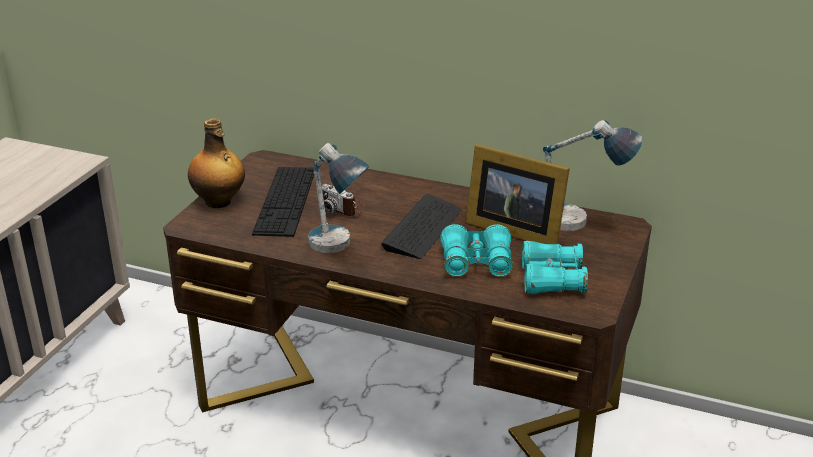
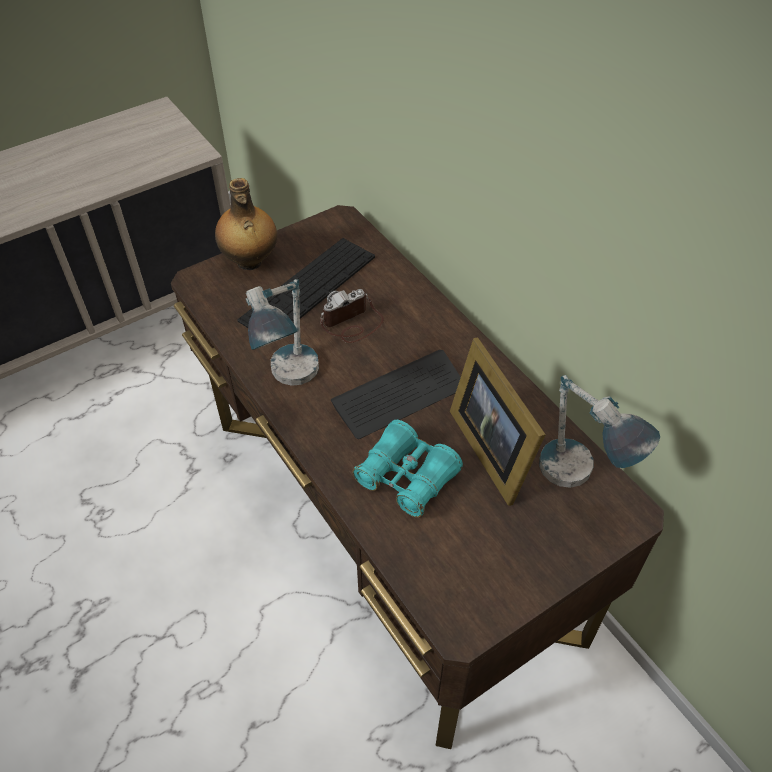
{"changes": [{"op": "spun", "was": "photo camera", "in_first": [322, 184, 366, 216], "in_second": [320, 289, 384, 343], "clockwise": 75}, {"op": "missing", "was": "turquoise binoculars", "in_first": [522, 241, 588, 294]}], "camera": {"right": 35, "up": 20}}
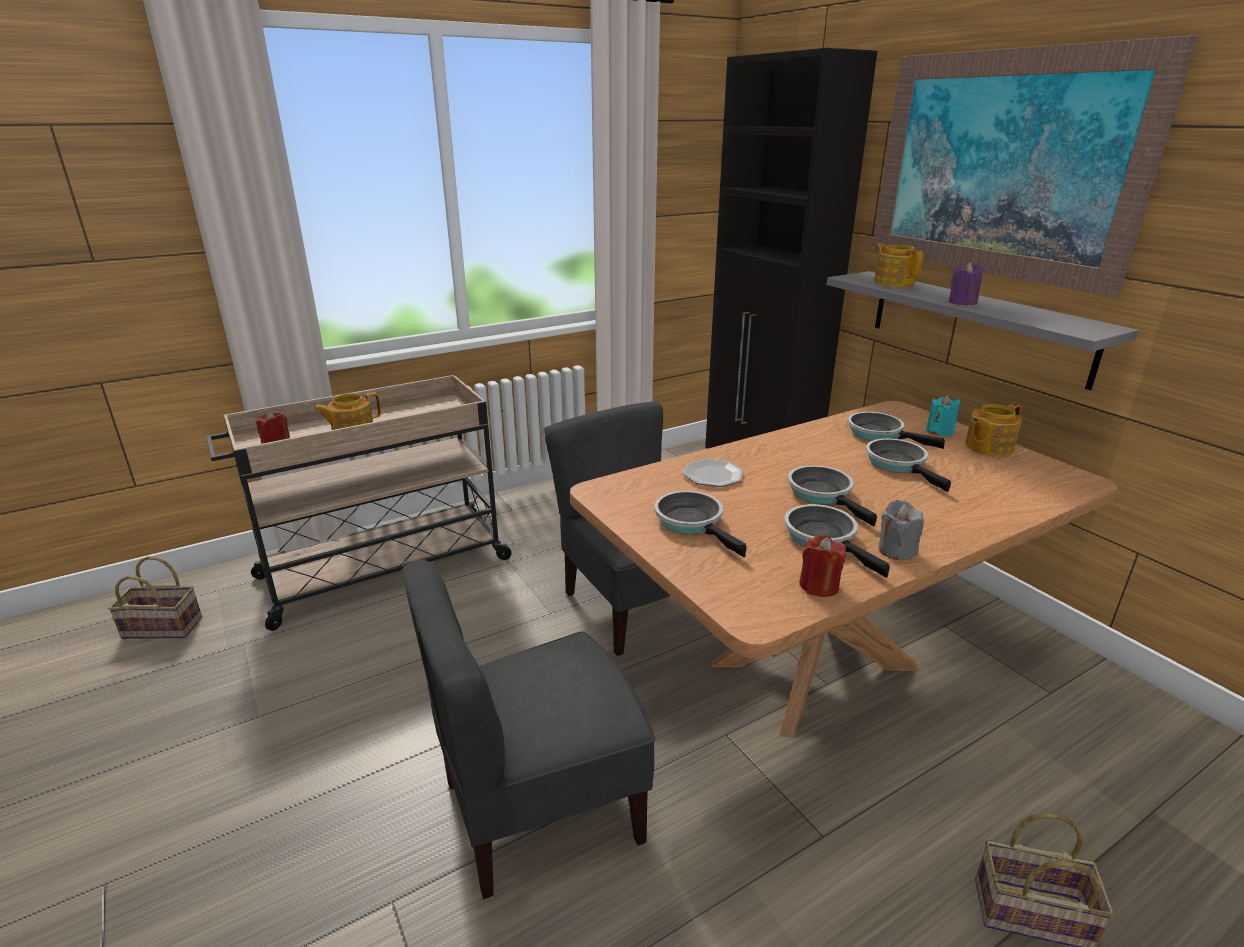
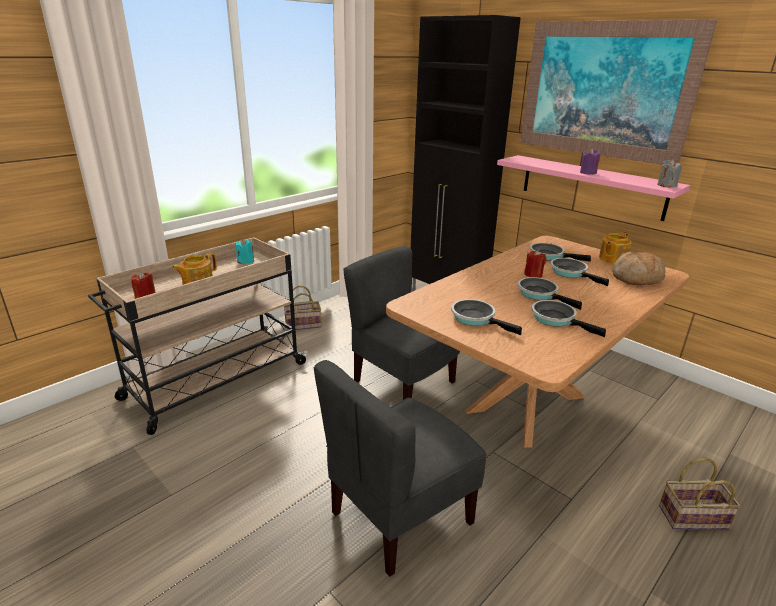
{"changes": [{"op": "missing", "was": "teapot", "in_first": [874, 243, 923, 287]}, {"op": "colour", "was": "grey shelf", "now": "pink shelf", "in_first": [827, 271, 1139, 390], "in_second": [497, 155, 690, 221]}, {"op": "relocated", "was": "turquoise candle", "in_first": [926, 395, 961, 436], "in_second": [235, 238, 254, 264]}, {"op": "missing", "was": "plate", "in_first": [683, 459, 744, 487]}, {"op": "relocated", "was": "grey candle", "in_first": [878, 500, 924, 560], "in_second": [657, 159, 682, 188]}, {"op": "relocated", "was": "red candle", "in_first": [799, 535, 846, 597], "in_second": [524, 250, 546, 278]}, {"op": "relocated", "was": "basket", "in_first": [108, 556, 202, 639], "in_second": [284, 286, 321, 331]}, {"op": "appeared", "now": "bread", "in_second": [612, 252, 666, 285]}], "camera": {"right": -15, "up": 0}}
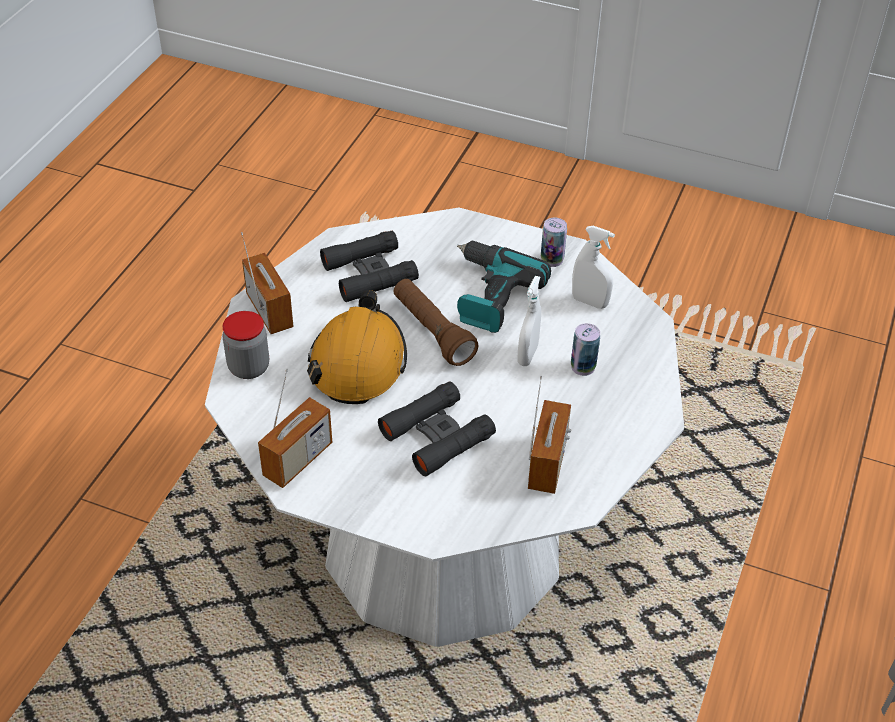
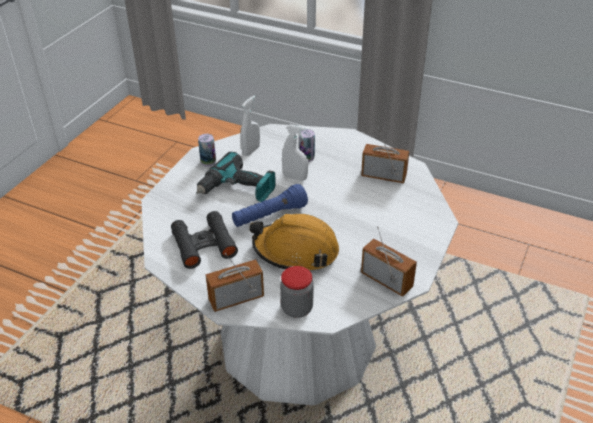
{"changes": [{"op": "colour", "was": "brown flashlight", "now": "blue flashlight", "in_first": [393, 279, 479, 366], "in_second": [232, 184, 308, 227]}, {"op": "missing", "was": "black binoculars", "in_first": [378, 382, 496, 476]}], "camera": {"right": -85, "up": -5}}
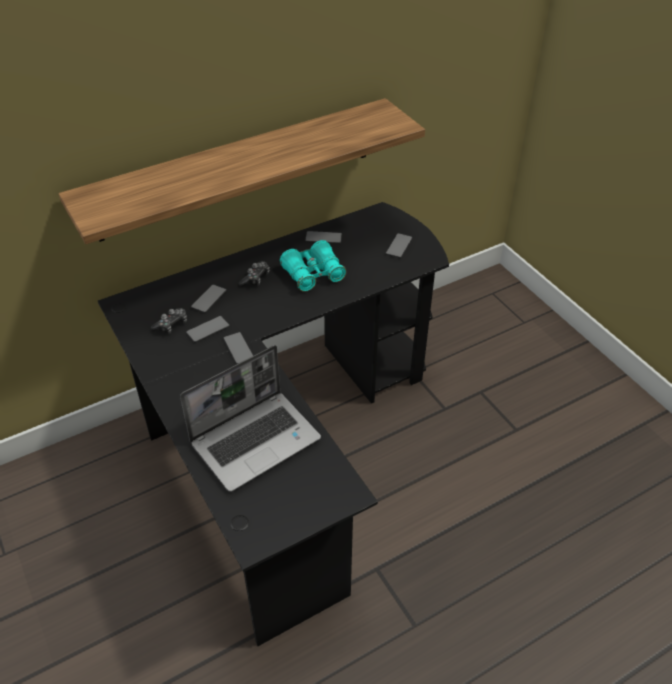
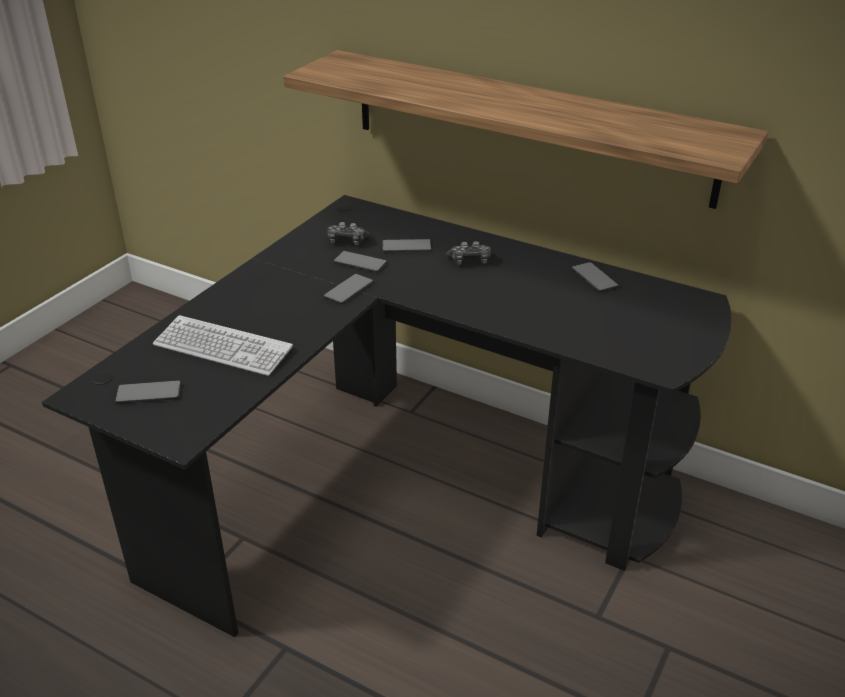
{"changes": [{"op": "relocated", "was": "phone", "in_first": [385, 233, 412, 258], "in_second": [115, 380, 181, 403]}, {"op": "missing", "was": "turquoise binoculars", "in_first": [280, 240, 347, 292]}, {"op": "exchanged", "was": "laptop", "now": "keyboard", "in_first": [180, 345, 321, 492], "in_second": [153, 315, 293, 376]}], "camera": {"right": 60, "up": -10}}
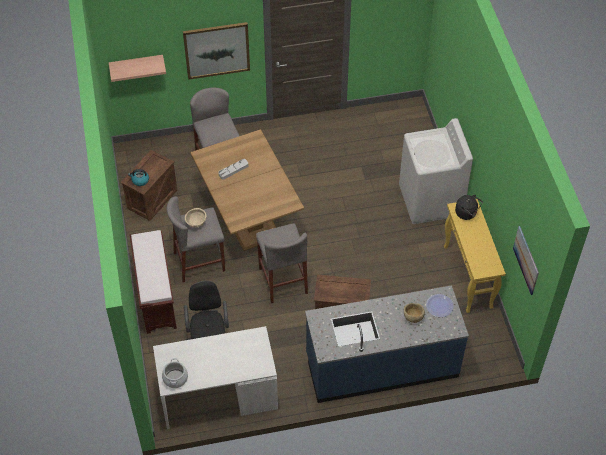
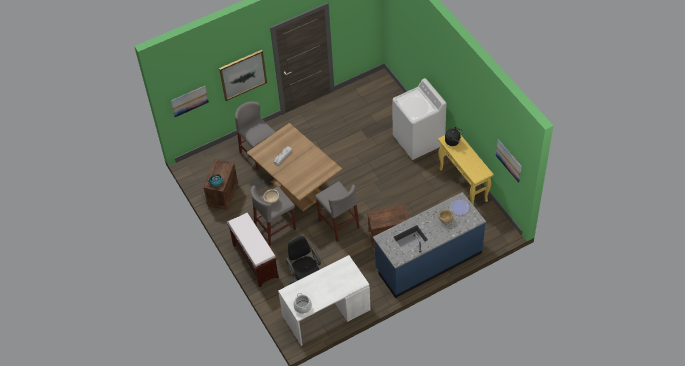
{"changes": [{"op": "exchanged", "was": "shelf", "now": "picture", "in_first": [109, 55, 166, 82], "in_second": [171, 86, 209, 117]}], "camera": {"right": -15, "up": 0}}
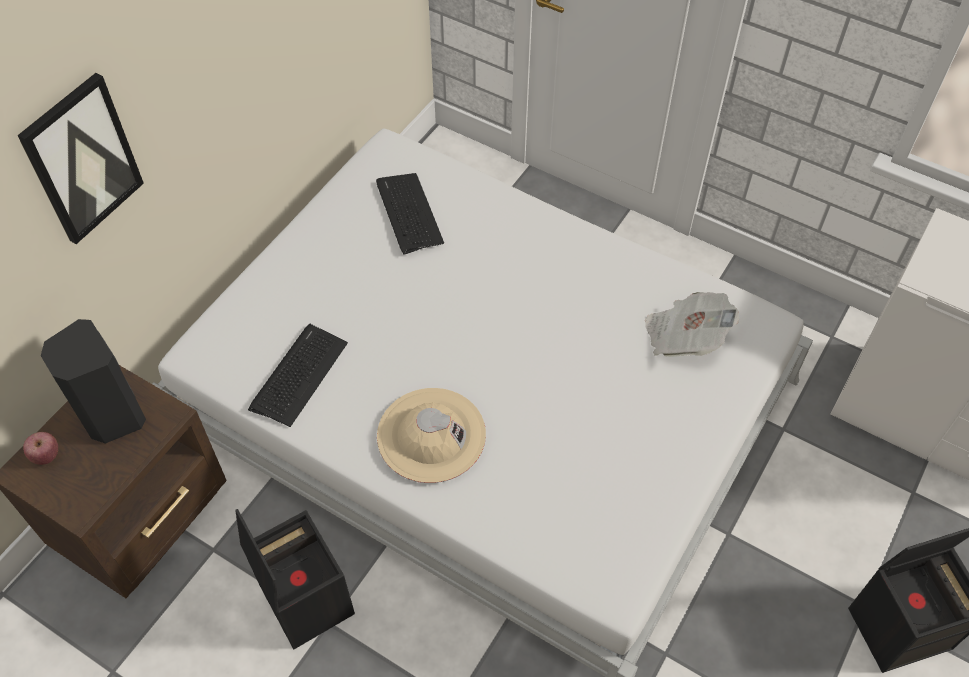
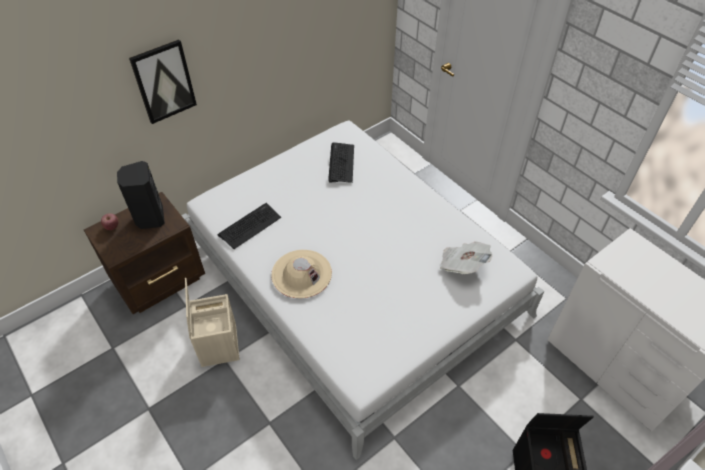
{"changes": [{"op": "colour", "was": "black storage box", "now": "beige storage box", "in_first": [235, 509, 355, 649], "in_second": [185, 278, 240, 367]}], "camera": {"right": 20, "up": -5}}
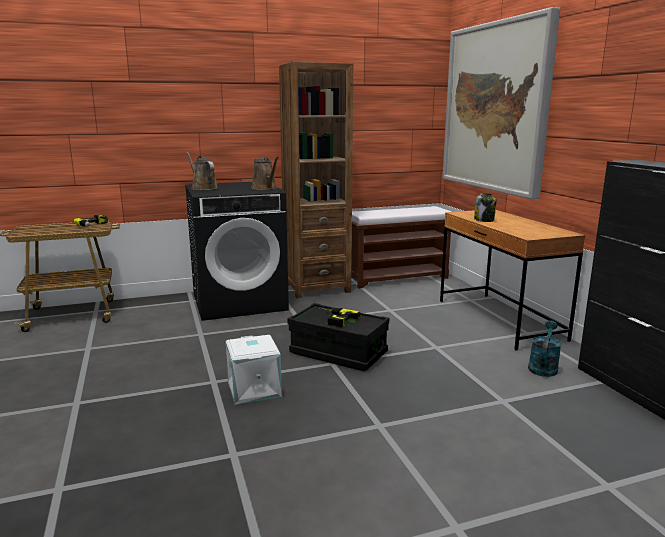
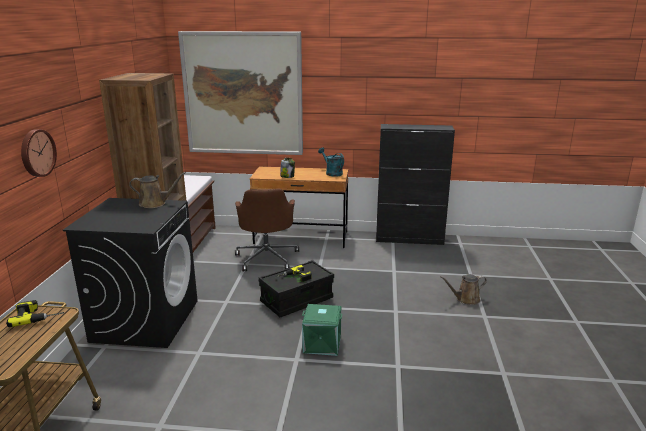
{"changes": [{"op": "relocated", "was": "brown watering can", "in_first": [186, 152, 218, 190], "in_second": [440, 274, 487, 305]}, {"op": "relocated", "was": "turquoise watering can", "in_first": [528, 320, 562, 377], "in_second": [318, 147, 344, 177]}, {"op": "colour", "was": "white storage box", "now": "green storage box", "in_first": [226, 335, 282, 405], "in_second": [302, 304, 342, 356]}, {"op": "appeared", "now": "wall clock", "in_second": [21, 129, 57, 177]}, {"op": "appeared", "now": "brown office chair", "in_second": [235, 189, 299, 272]}], "camera": {"right": -65, "up": 5}}
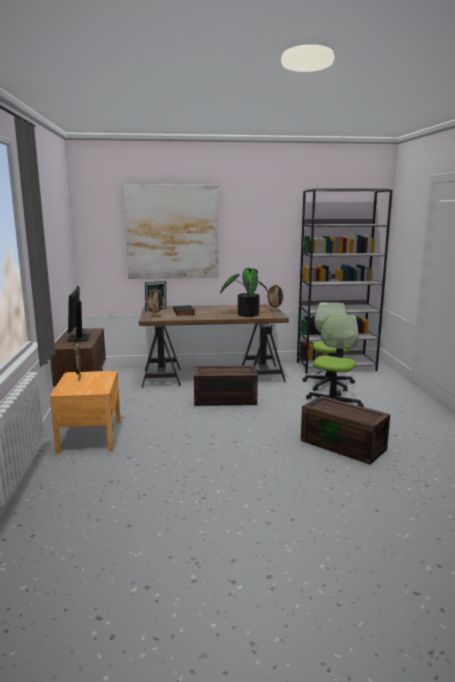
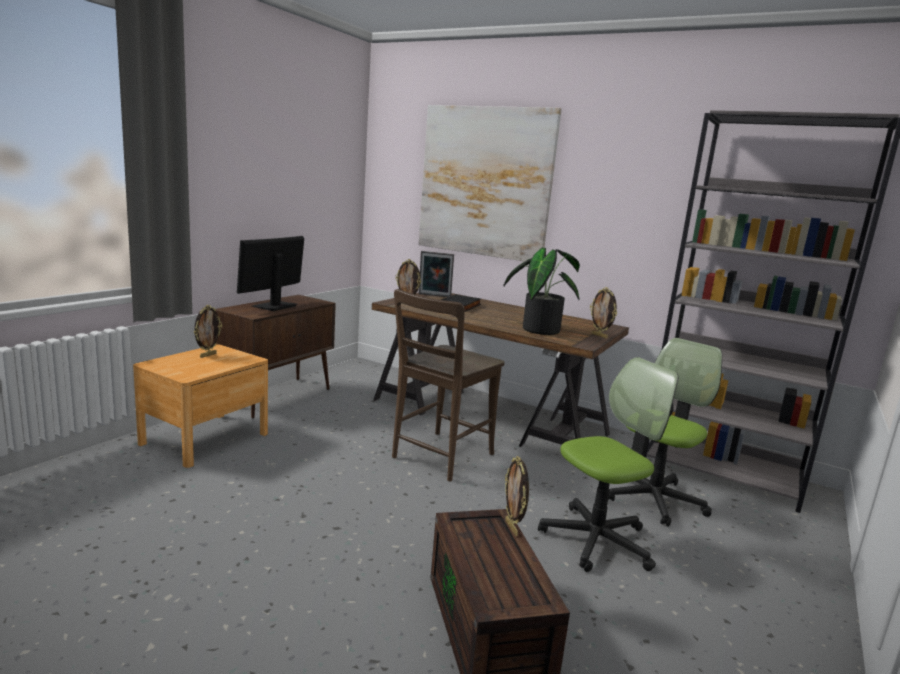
{"changes": [{"op": "exchanged", "was": "brown storage box", "now": "brown chair", "in_first": [194, 366, 258, 406], "in_second": [392, 289, 505, 481]}, {"op": "appeared", "now": "picture frame", "in_second": [505, 456, 529, 536]}], "camera": {"right": 35, "up": 0}}
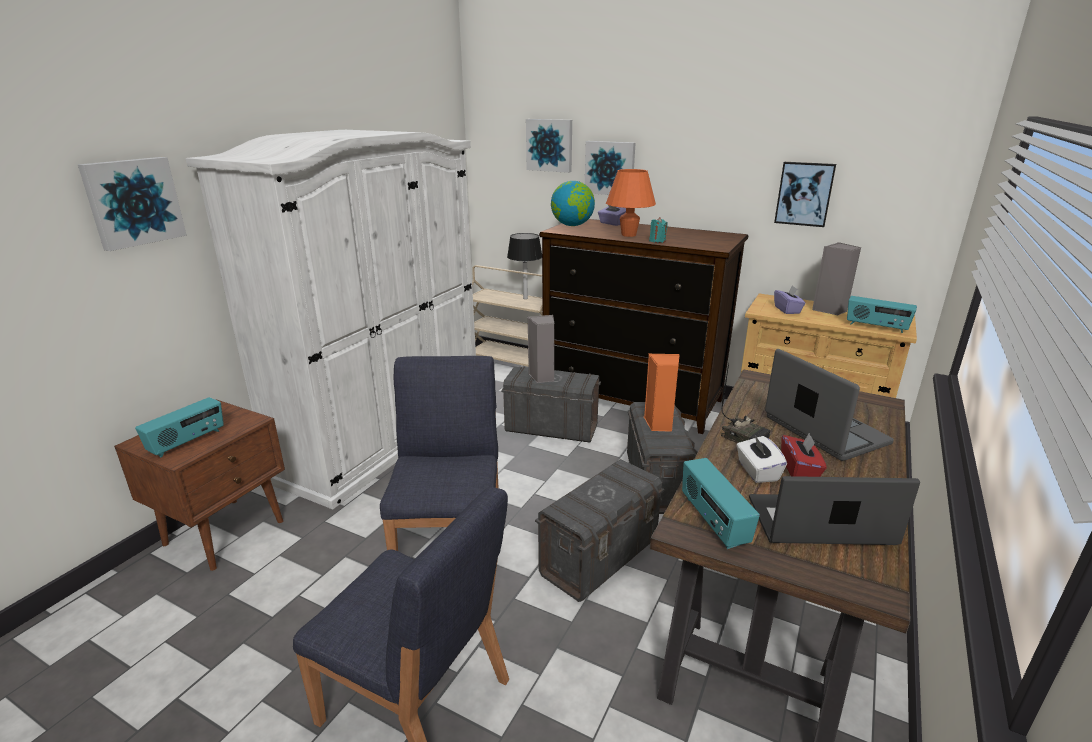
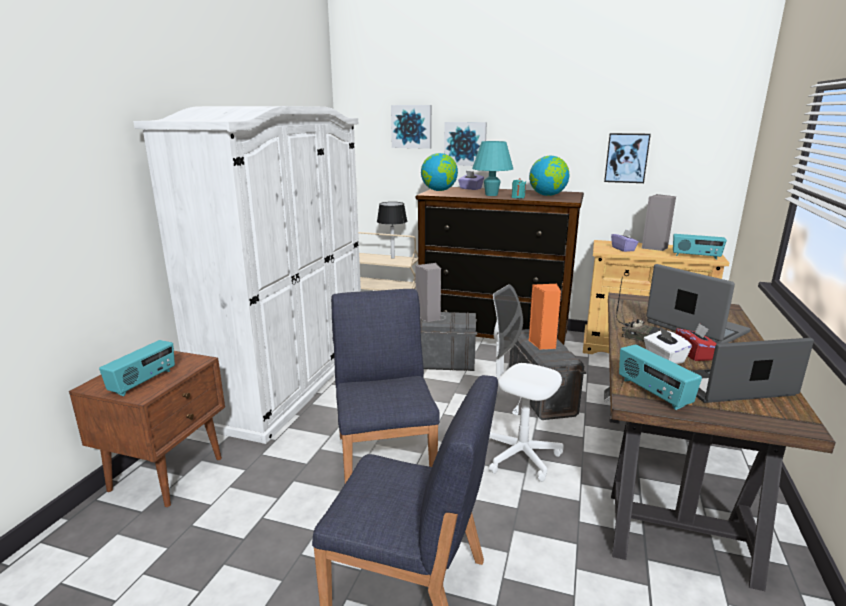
{"changes": [{"op": "missing", "was": "picture", "in_first": [78, 157, 187, 251]}, {"op": "colour", "was": "orange table lamp", "now": "turquoise table lamp", "in_first": [606, 169, 656, 237], "in_second": [472, 141, 513, 196]}, {"op": "exchanged", "was": "grey storage box", "now": "white office chair", "in_first": [535, 459, 665, 602], "in_second": [489, 284, 564, 482]}, {"op": "appeared", "now": "globe", "in_second": [529, 156, 569, 196]}], "camera": {"right": -10, "up": -5}}
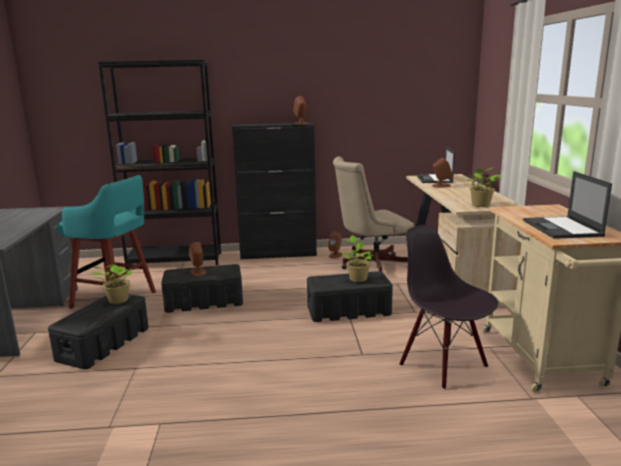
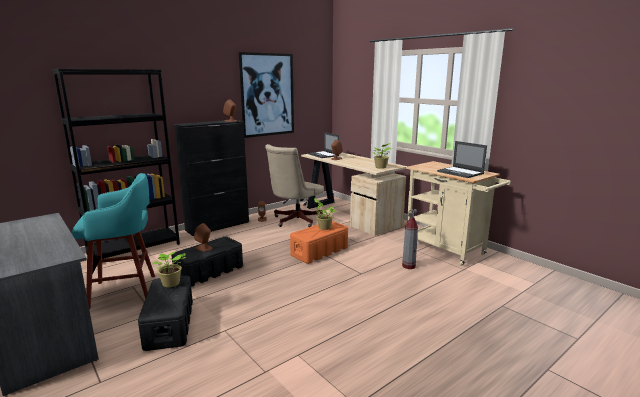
{"changes": [{"op": "exchanged", "was": "black chair", "now": "fire extinguisher", "in_first": [399, 225, 498, 390], "in_second": [402, 209, 418, 269]}, {"op": "colour", "was": "black storage box", "now": "orange storage box", "in_first": [307, 271, 393, 322], "in_second": [290, 221, 348, 264]}, {"op": "appeared", "now": "picture", "in_second": [239, 52, 294, 138]}], "camera": {"right": -35, "up": 0}}
